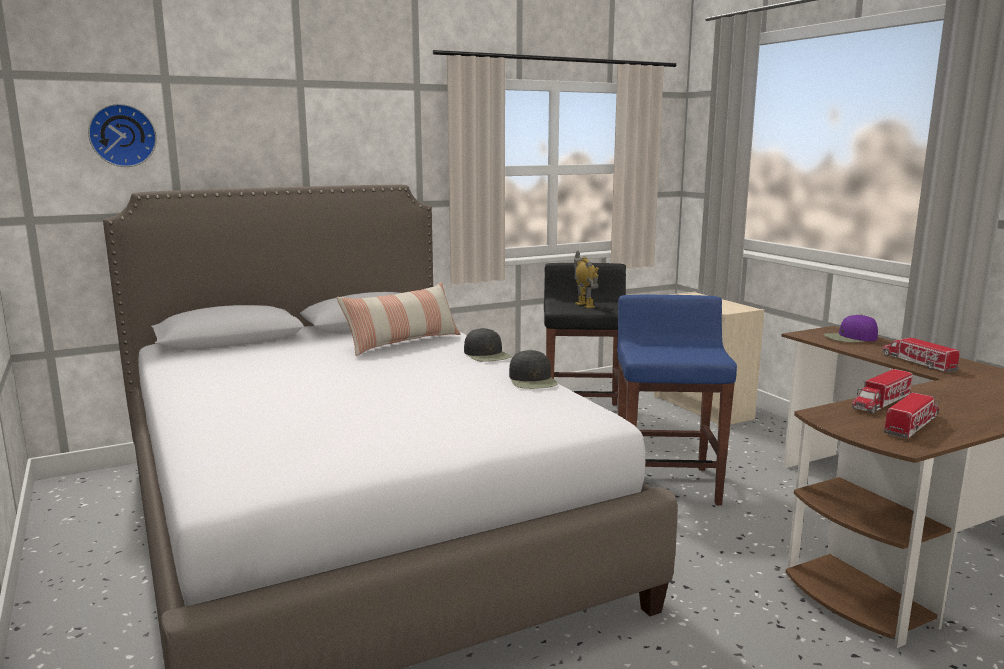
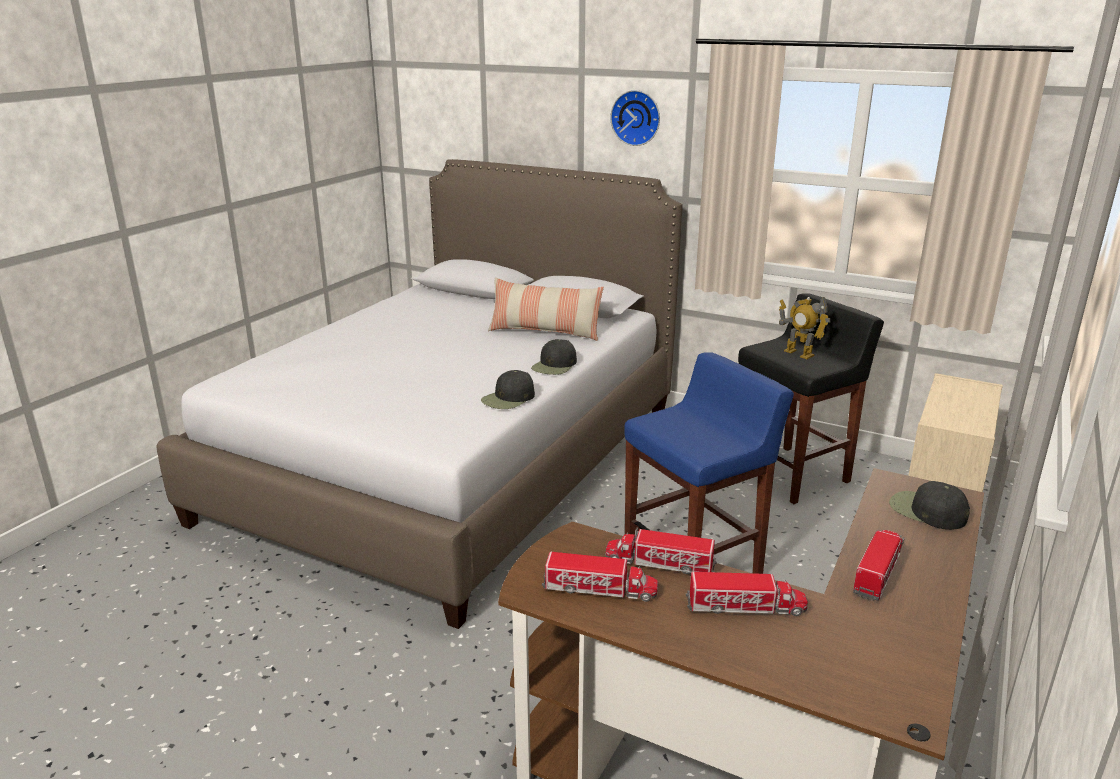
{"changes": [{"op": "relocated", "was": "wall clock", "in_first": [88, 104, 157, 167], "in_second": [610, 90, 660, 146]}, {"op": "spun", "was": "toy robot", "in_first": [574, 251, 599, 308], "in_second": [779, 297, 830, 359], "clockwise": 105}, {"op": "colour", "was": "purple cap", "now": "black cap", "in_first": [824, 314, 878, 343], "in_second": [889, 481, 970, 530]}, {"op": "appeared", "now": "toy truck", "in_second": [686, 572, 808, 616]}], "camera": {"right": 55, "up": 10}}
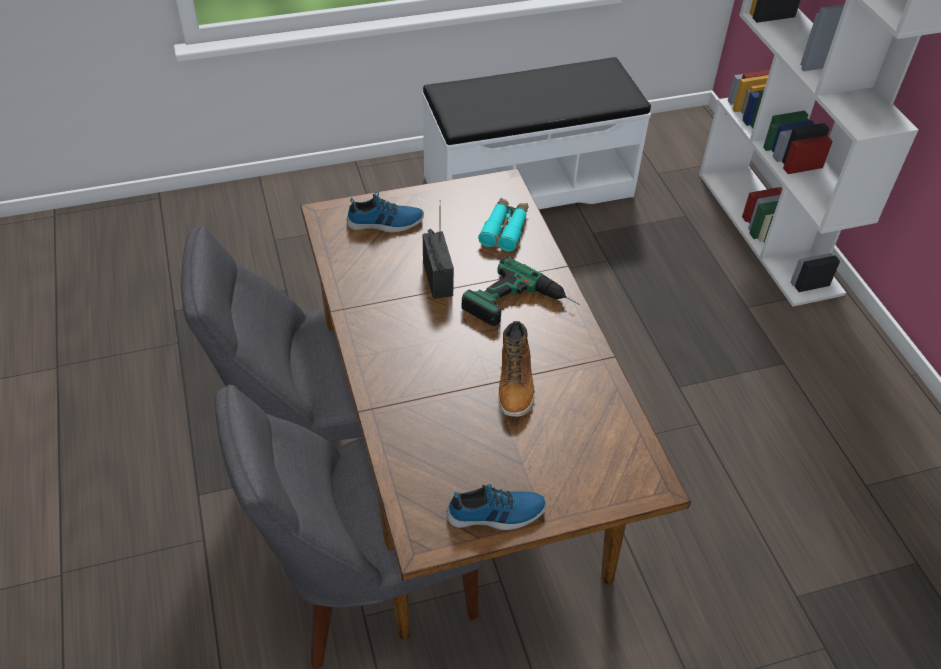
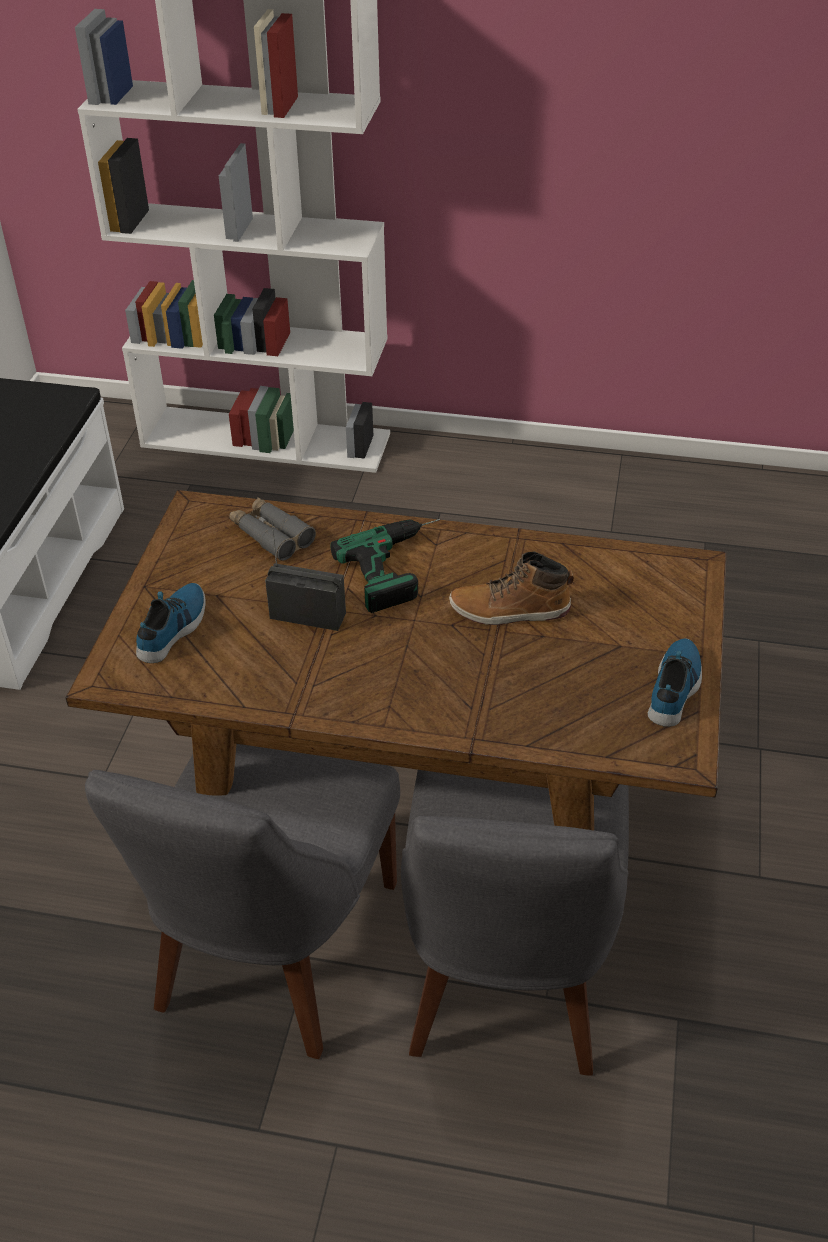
{"changes": [{"op": "colour", "was": "turquoise binoculars", "now": "grey binoculars", "in_first": [478, 198, 528, 251], "in_second": [229, 497, 316, 561]}, {"op": "spun", "was": "boot", "in_first": [498, 321, 535, 417], "in_second": [449, 552, 574, 625], "clockwise": 150}], "camera": {"right": -60, "up": -5}}
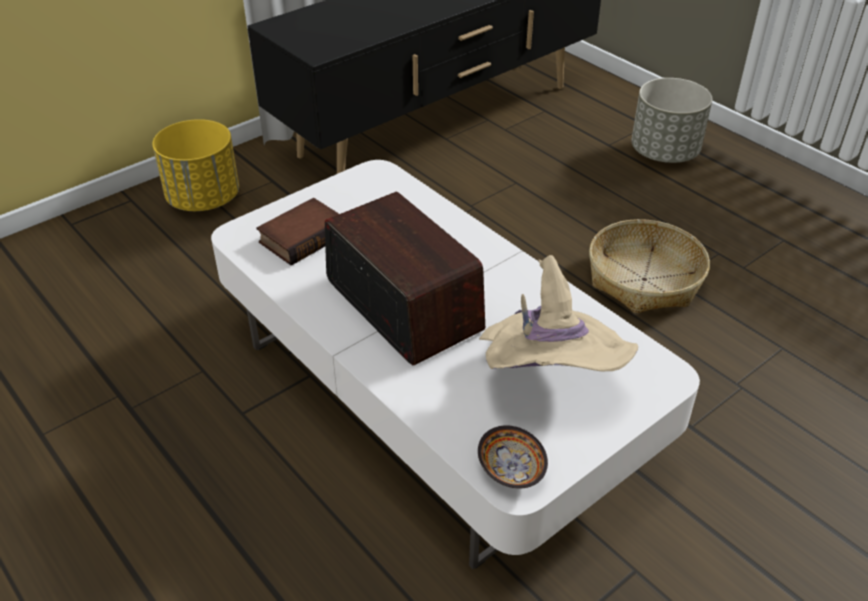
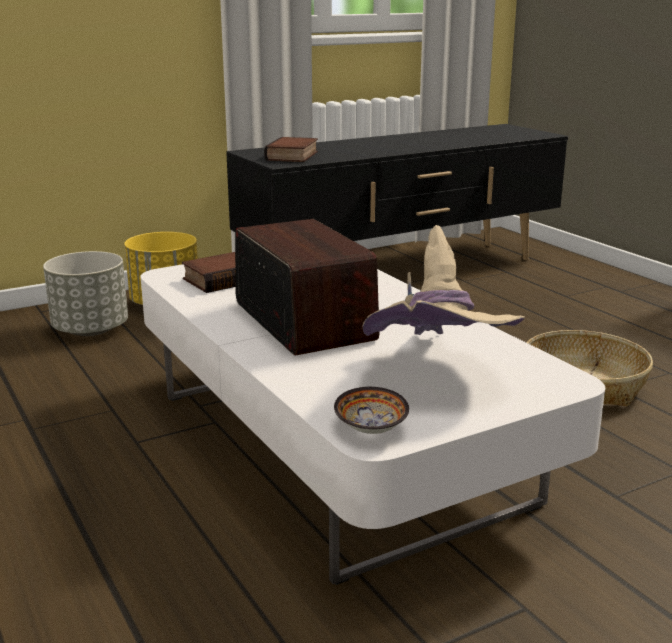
{"changes": [{"op": "relocated", "was": "grey planter", "in_first": [631, 78, 712, 163], "in_second": [43, 251, 128, 336]}, {"op": "appeared", "now": "book", "in_second": [264, 137, 318, 162]}], "camera": {"right": 10, "up": -20}}
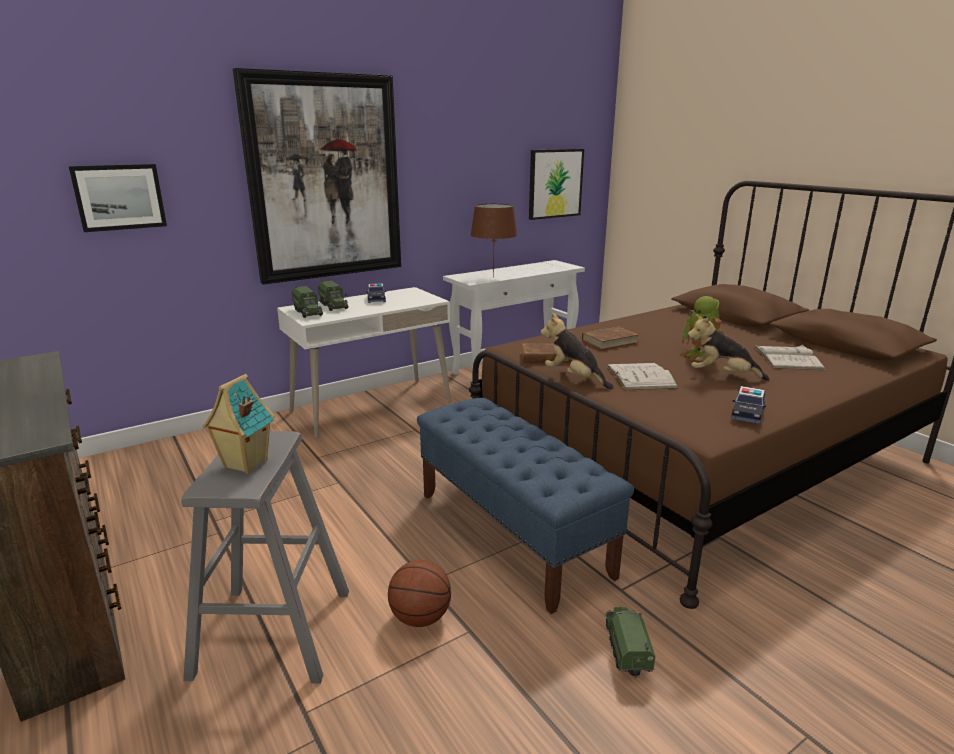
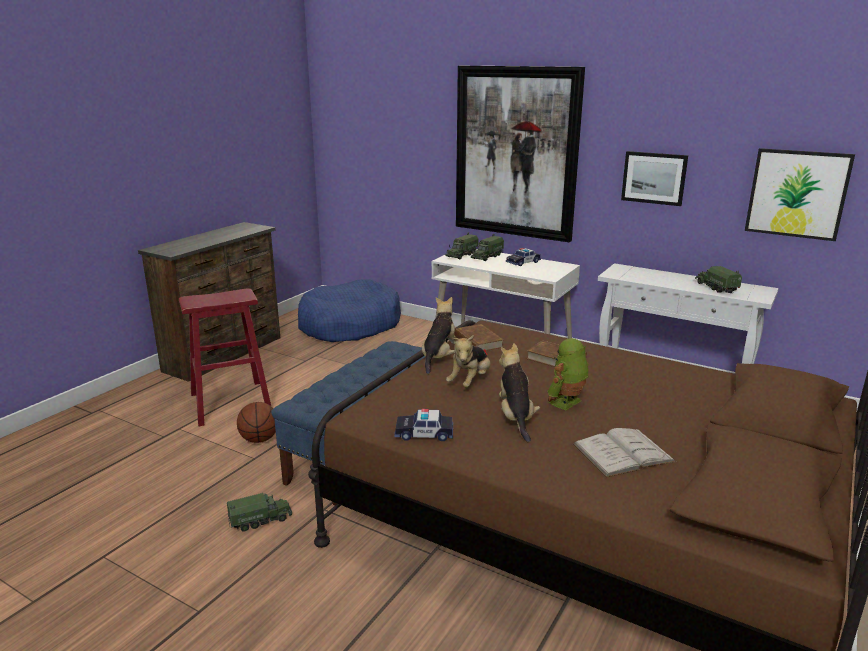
{"changes": [{"op": "relocated", "was": "picture", "in_first": [69, 164, 167, 232], "in_second": [621, 151, 688, 206]}, {"op": "missing", "was": "brown table lamp", "in_first": [471, 203, 517, 277]}, {"op": "exchanged", "was": "white book", "now": "plush toy", "in_first": [606, 363, 678, 390], "in_second": [446, 335, 491, 388]}, {"op": "missing", "was": "toy house", "in_first": [202, 374, 275, 474]}, {"op": "colour", "was": "grey stool", "now": "red stool", "in_first": [181, 431, 349, 684], "in_second": [179, 288, 271, 426]}, {"op": "appeared", "now": "toy truck", "in_second": [695, 266, 742, 293]}, {"op": "appeared", "now": "blue dog bed", "in_second": [298, 279, 401, 342]}], "camera": {"right": 65, "up": 0}}
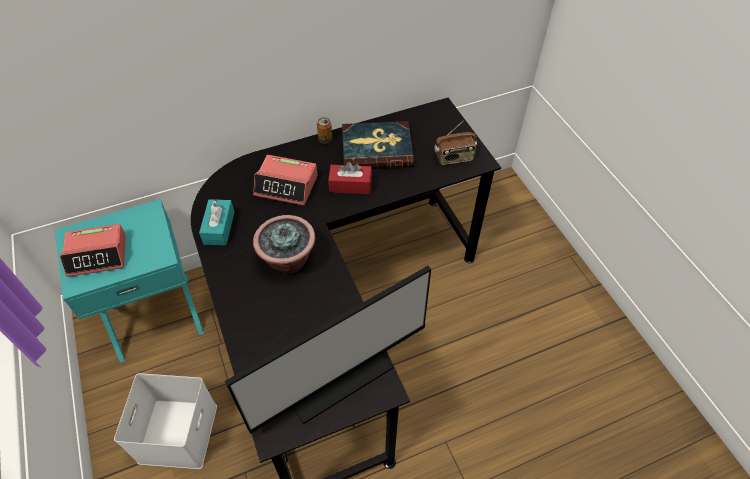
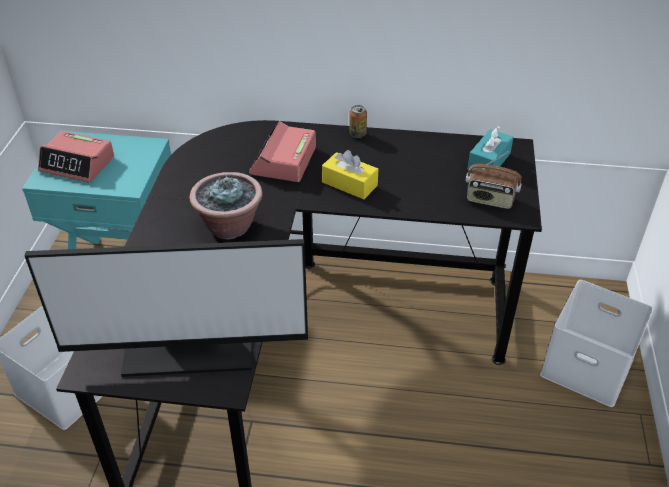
{"changes": [{"op": "missing", "was": "book", "in_first": [342, 121, 414, 169]}, {"op": "spun", "was": "alarm clock", "in_first": [253, 155, 317, 206], "in_second": [249, 121, 316, 182], "clockwise": 60}, {"op": "colour", "was": "red tissue box", "now": "yellow tissue box", "in_first": [328, 162, 372, 194], "in_second": [322, 150, 378, 199]}, {"op": "relocated", "was": "turquoise tissue box", "in_first": [199, 199, 234, 245], "in_second": [468, 126, 513, 171]}, {"op": "appeared", "now": "white storage box", "in_second": [540, 280, 654, 407]}], "camera": {"right": 30, "up": -10}}
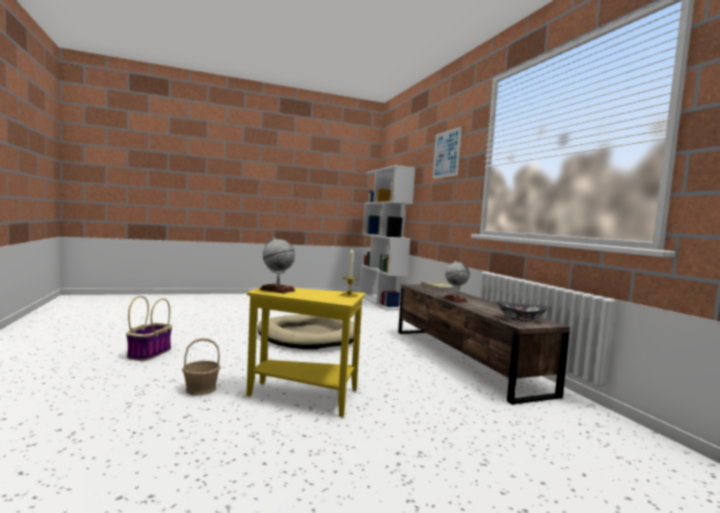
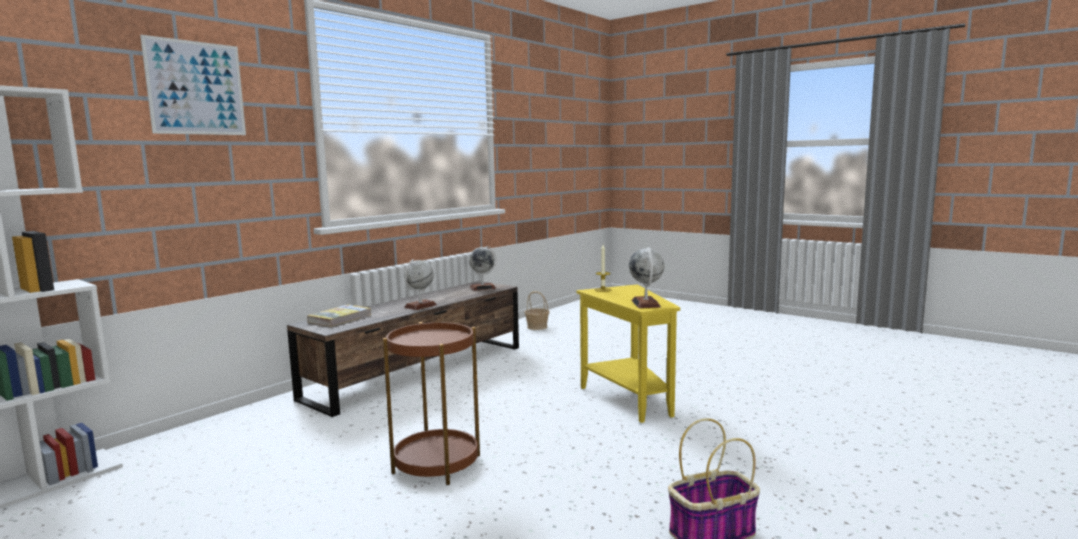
{"changes": [{"op": "exchanged", "was": "bowl", "now": "globe", "in_first": [497, 301, 548, 322], "in_second": [469, 245, 497, 291]}, {"op": "exchanged", "was": "beige dog bed", "now": "brown side table", "in_first": [257, 314, 361, 349], "in_second": [383, 322, 480, 485]}, {"op": "relocated", "was": "basket", "in_first": [182, 338, 221, 396], "in_second": [524, 291, 550, 330]}], "camera": {"right": -120, "up": 5}}
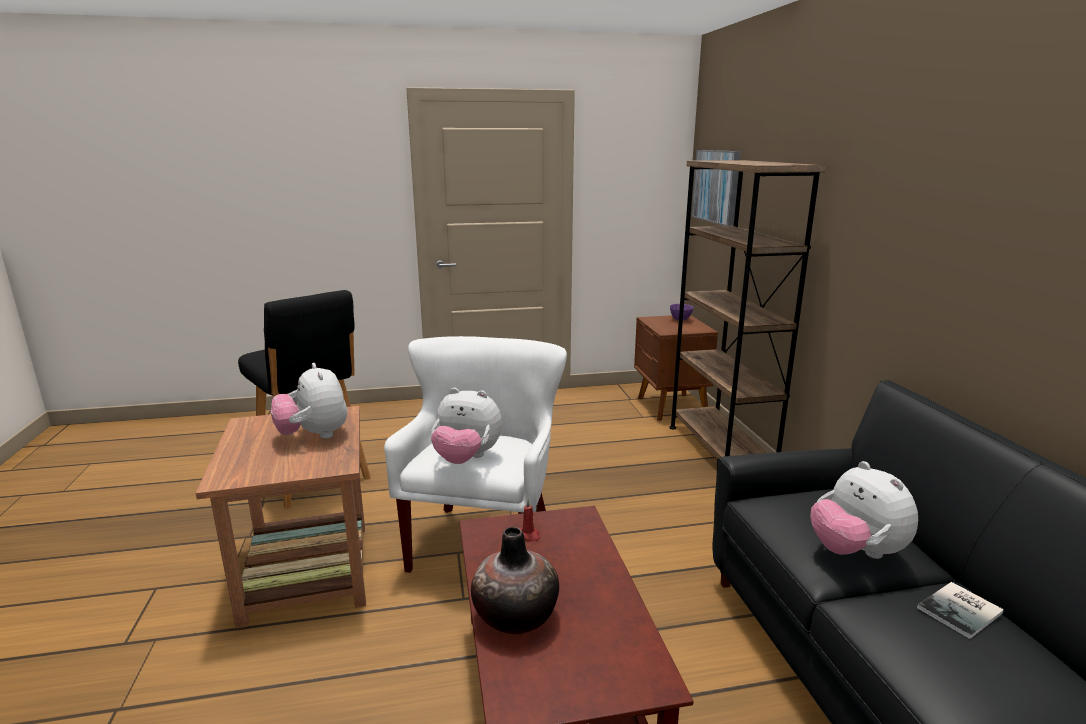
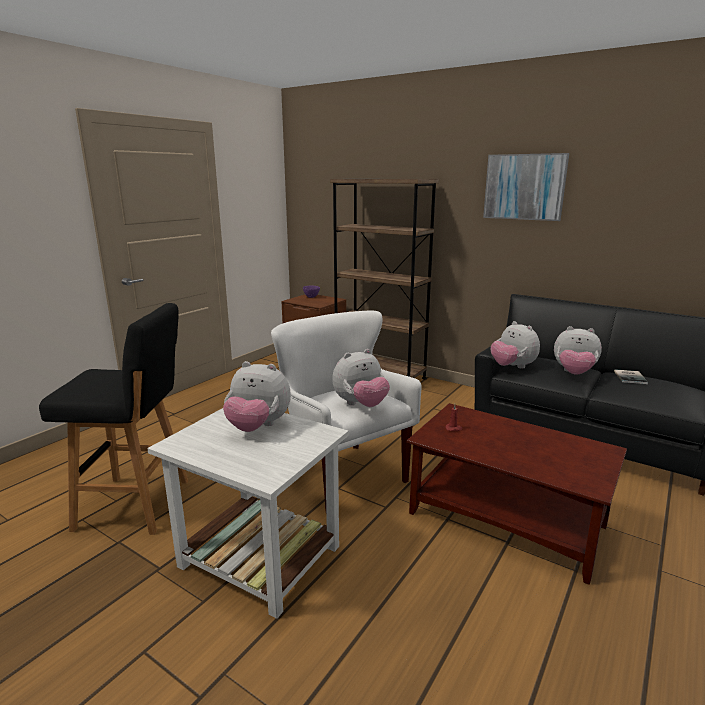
{"changes": [{"op": "relocated", "was": "picture", "in_first": [691, 150, 741, 226], "in_second": [483, 153, 569, 221]}, {"op": "colour", "was": "brown side table", "now": "white side table", "in_first": [196, 406, 366, 629], "in_second": [147, 408, 349, 619]}, {"op": "missing", "was": "vase", "in_first": [471, 527, 559, 635]}, {"op": "appeared", "now": "plush toy", "in_second": [491, 321, 540, 369]}], "camera": {"right": -45, "up": 0}}
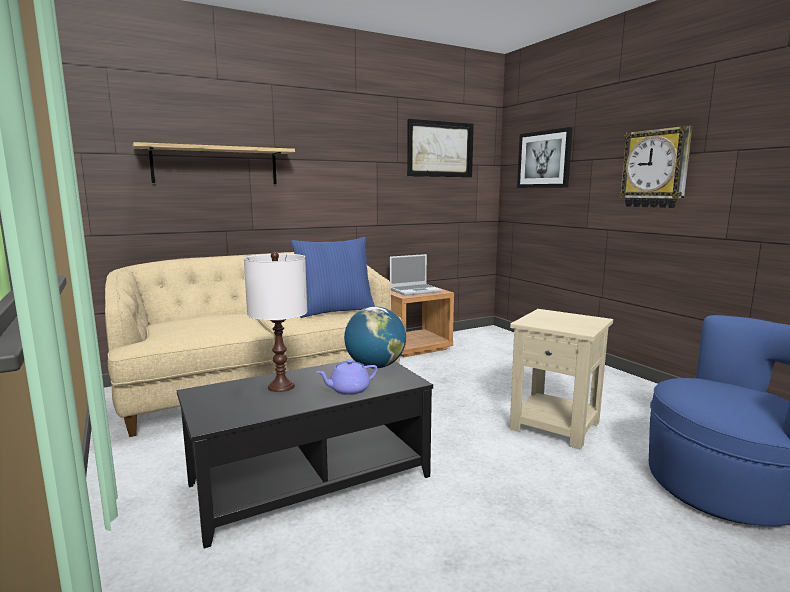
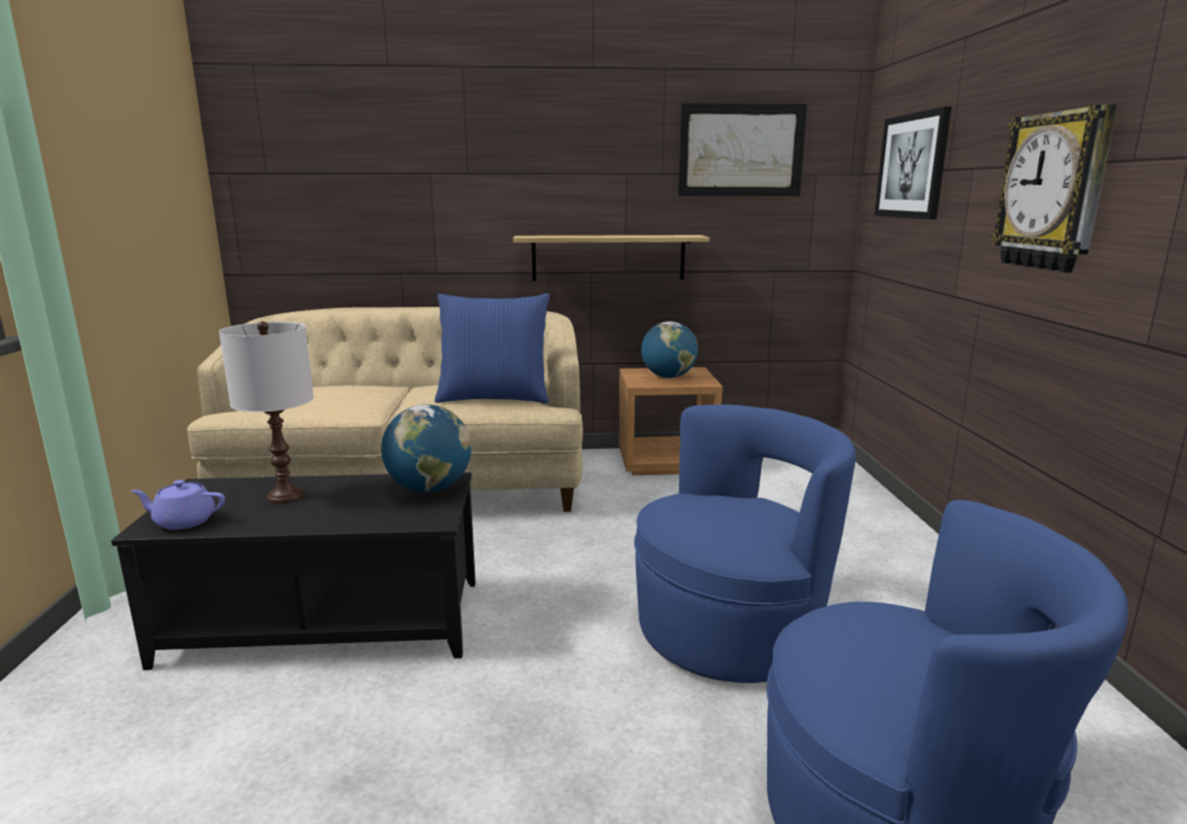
{"changes": [{"op": "relocated", "was": "shelf", "in_first": [133, 142, 295, 184], "in_second": [513, 235, 709, 281]}, {"op": "exchanged", "was": "laptop", "now": "globe", "in_first": [390, 254, 442, 296], "in_second": [641, 321, 698, 378]}, {"op": "exchanged", "was": "beige side table", "now": "blue armchair", "in_first": [510, 309, 613, 450], "in_second": [634, 404, 856, 683]}, {"op": "relocated", "was": "purple teapot", "in_first": [317, 359, 378, 395], "in_second": [131, 480, 225, 530]}], "camera": {"right": 25, "up": 5}}
